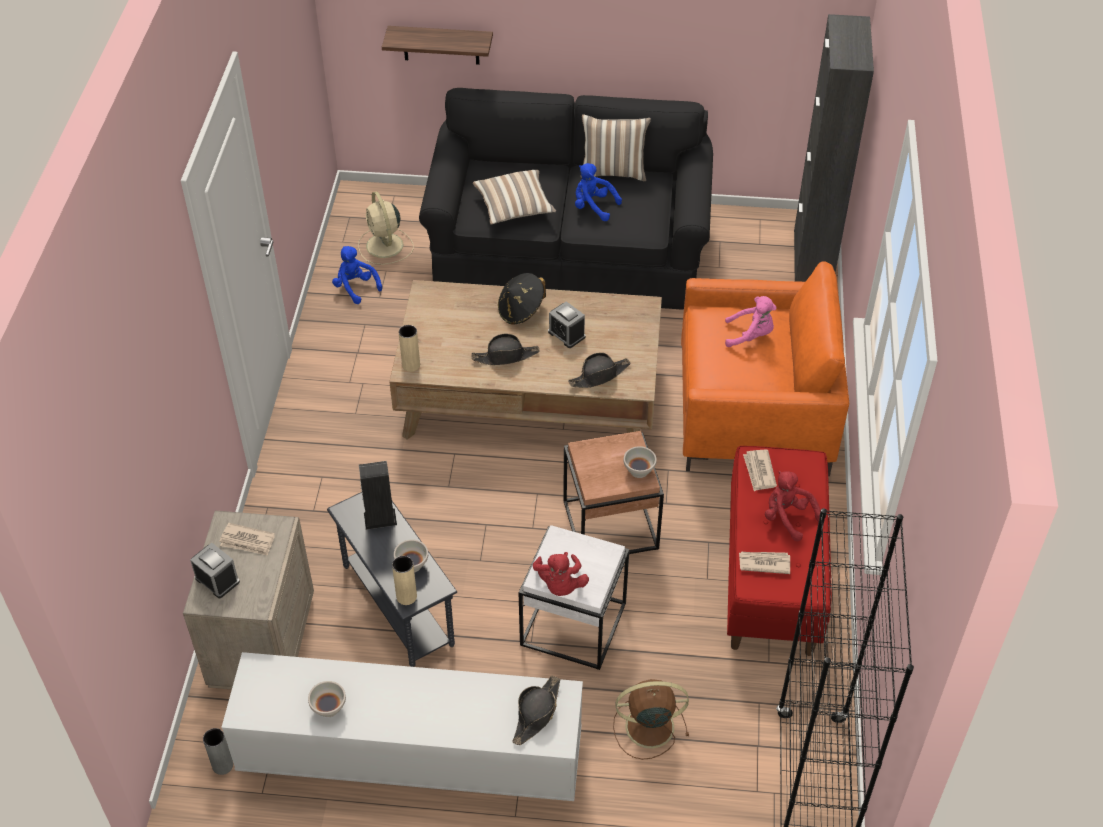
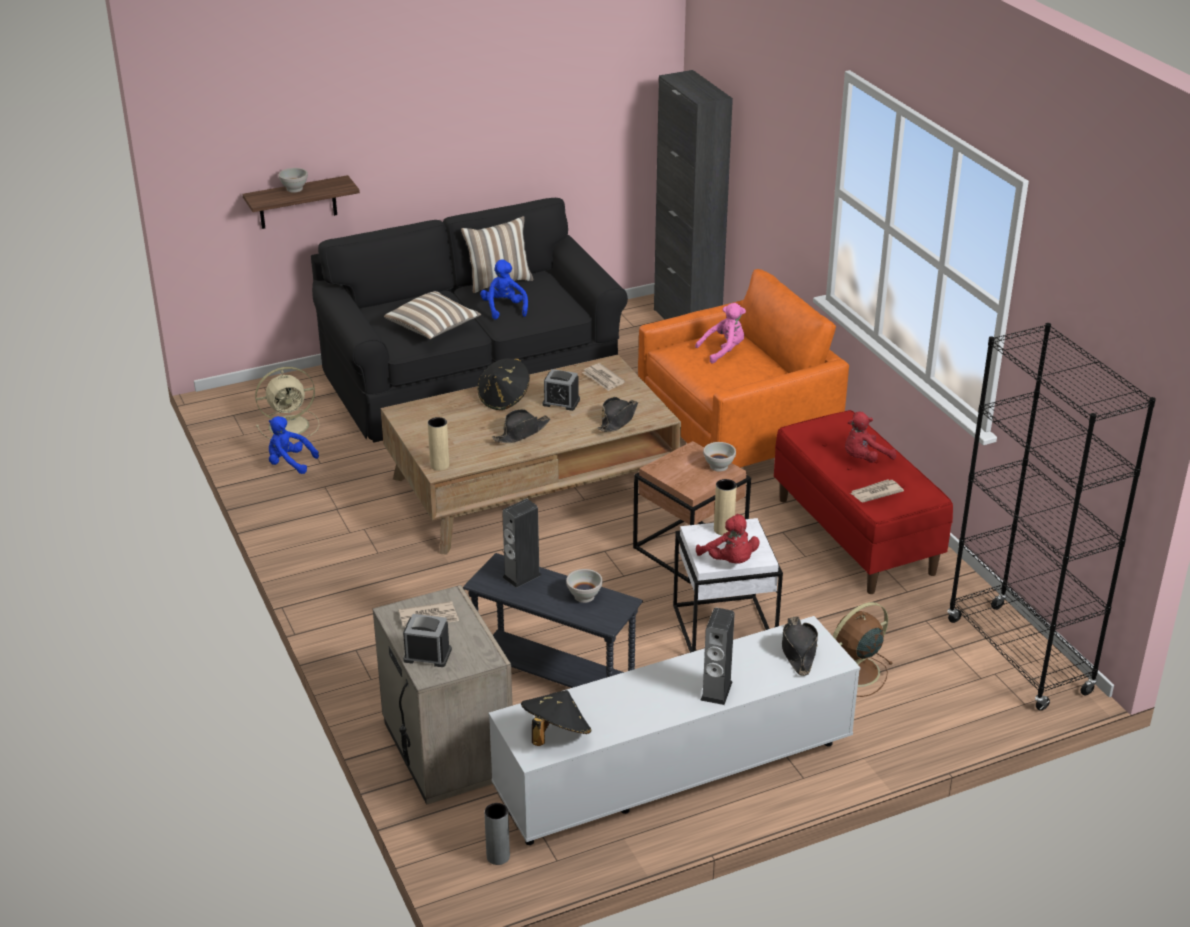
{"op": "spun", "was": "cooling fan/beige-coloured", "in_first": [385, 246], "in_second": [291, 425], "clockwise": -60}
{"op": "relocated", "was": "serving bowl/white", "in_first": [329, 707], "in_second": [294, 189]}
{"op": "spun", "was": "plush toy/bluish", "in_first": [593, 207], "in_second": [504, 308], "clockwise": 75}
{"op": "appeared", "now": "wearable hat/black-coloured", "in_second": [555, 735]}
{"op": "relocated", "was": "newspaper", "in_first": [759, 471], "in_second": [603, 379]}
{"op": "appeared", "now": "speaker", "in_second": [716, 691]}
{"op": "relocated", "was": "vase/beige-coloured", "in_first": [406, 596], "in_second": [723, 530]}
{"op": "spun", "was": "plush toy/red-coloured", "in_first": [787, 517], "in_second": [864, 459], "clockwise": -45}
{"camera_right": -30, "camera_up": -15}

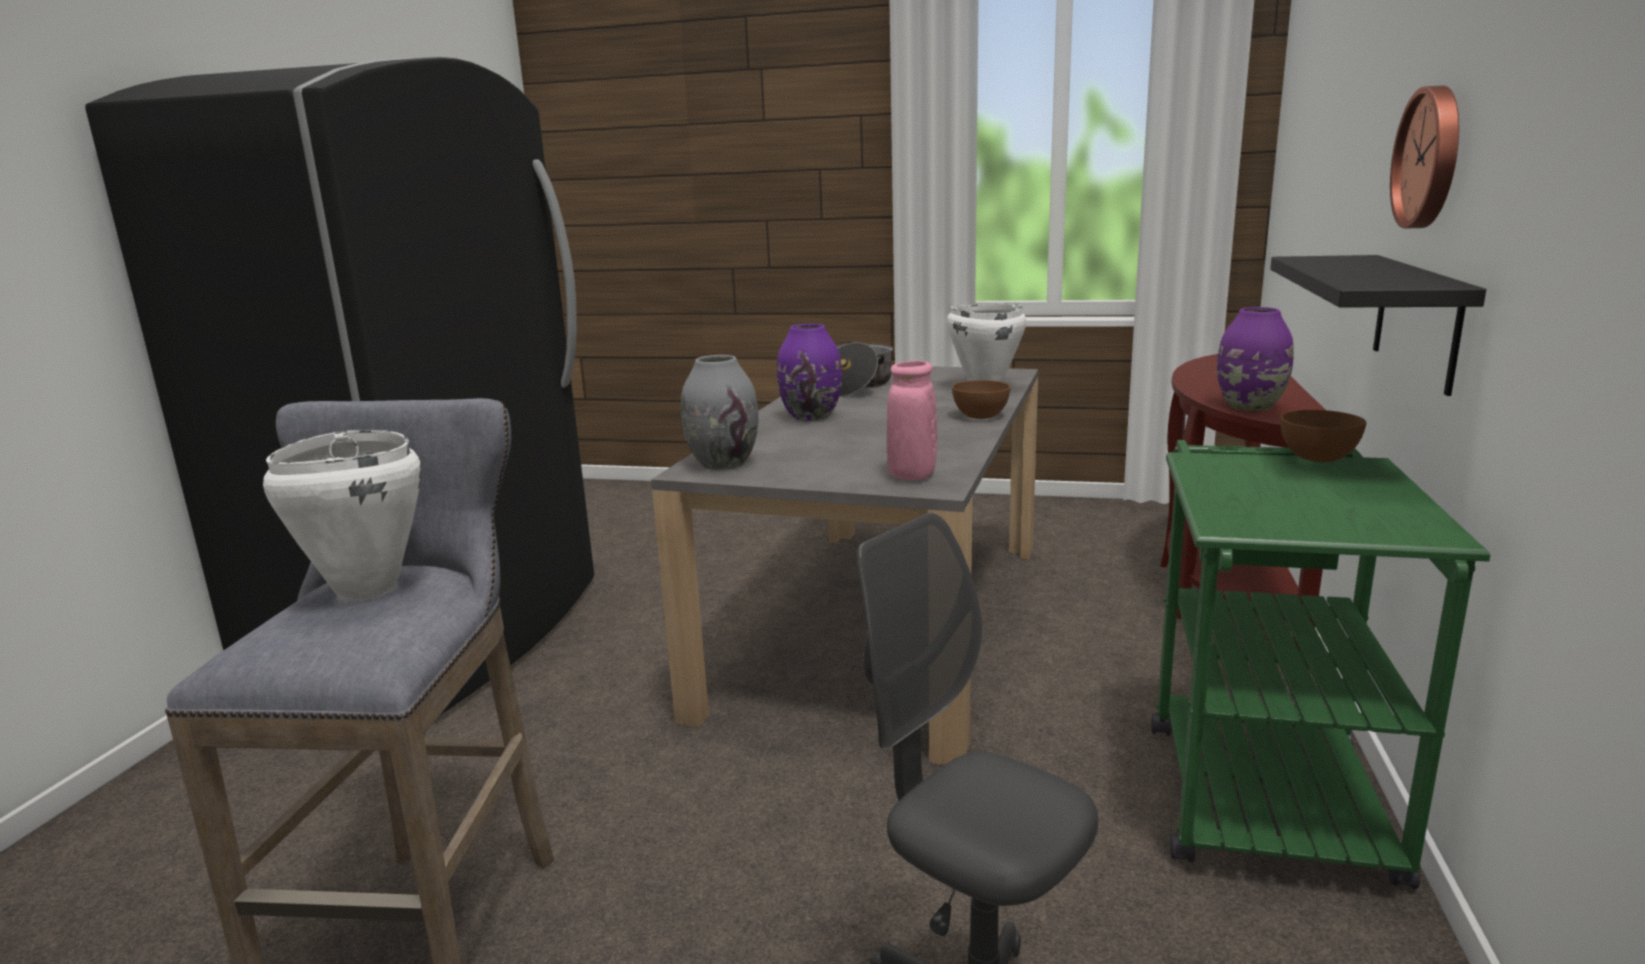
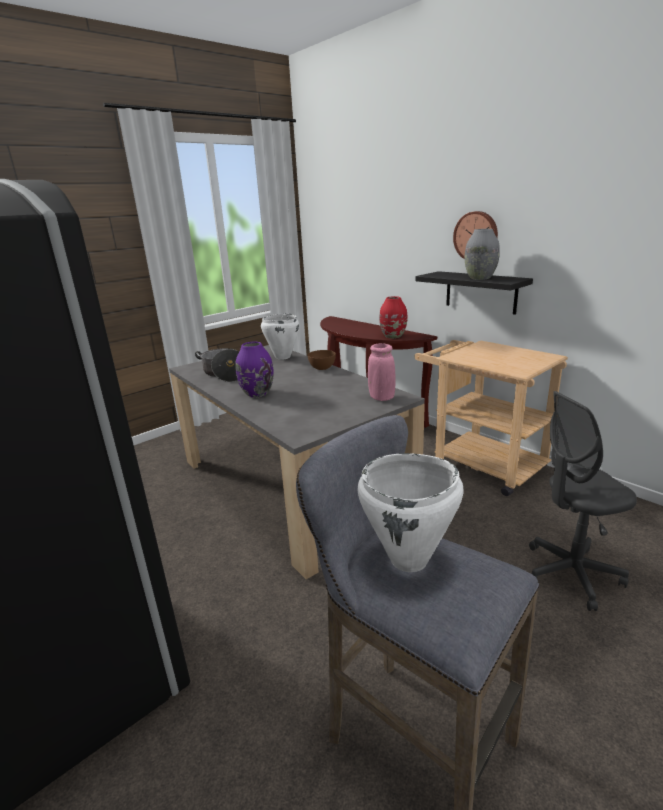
{"op": "colour", "was": "vase/purple-coloured", "now": "vase/red-coloured", "in_first": [1250, 406], "in_second": [393, 336]}
{"op": "colour", "was": "cart/greenish", "now": "cart/beige-coloured", "in_first": [1260, 783], "in_second": [480, 463]}
{"op": "relocated", "was": "vase/greyish", "in_first": [723, 463], "in_second": [479, 278]}
{"op": "missing", "was": "serving bowl/brown", "in_first": [1318, 458]}
{"camera_right": -55, "camera_up": 5}

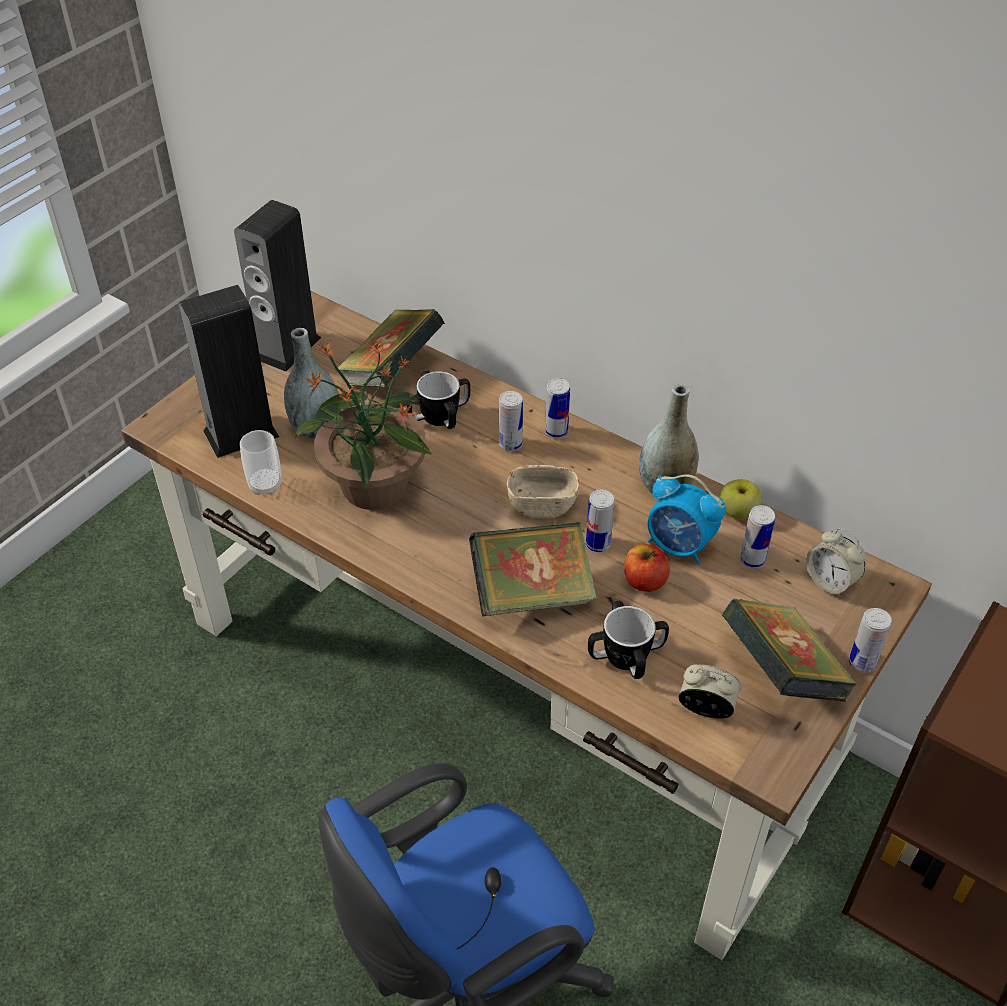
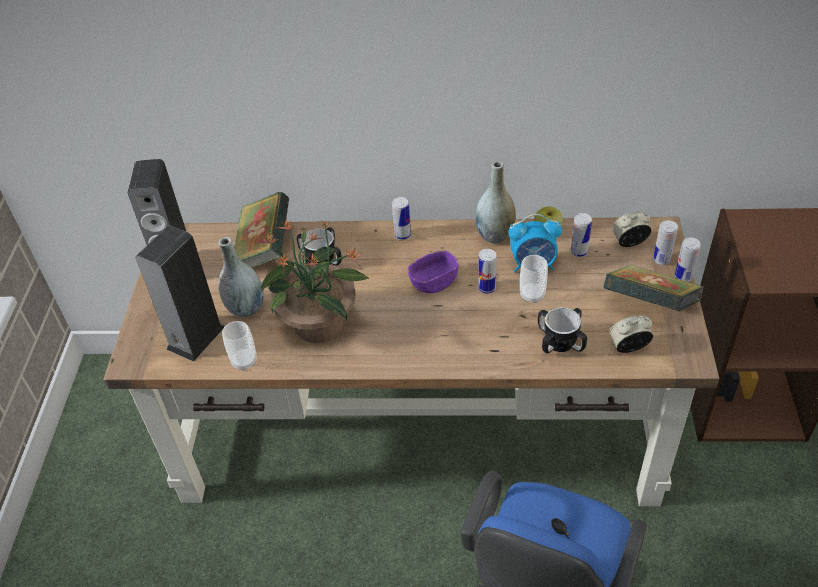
{"op": "colour", "was": "serving bowl/beige-coloured", "now": "serving bowl/purple-coloured", "in_first": [542, 505], "in_second": [434, 282]}
{"op": "exchanged", "was": "apple", "now": "cup", "in_first": [644, 581], "in_second": [532, 295]}
{"op": "spun", "was": "alarm clock", "in_first": [830, 582], "in_second": [629, 242], "clockwise": 150}
{"op": "relocated", "was": "can", "in_first": [510, 444], "in_second": [661, 260]}
{"op": "missing", "was": "bound book", "in_first": [532, 594]}
{"camera_right": -30, "camera_up": 0}

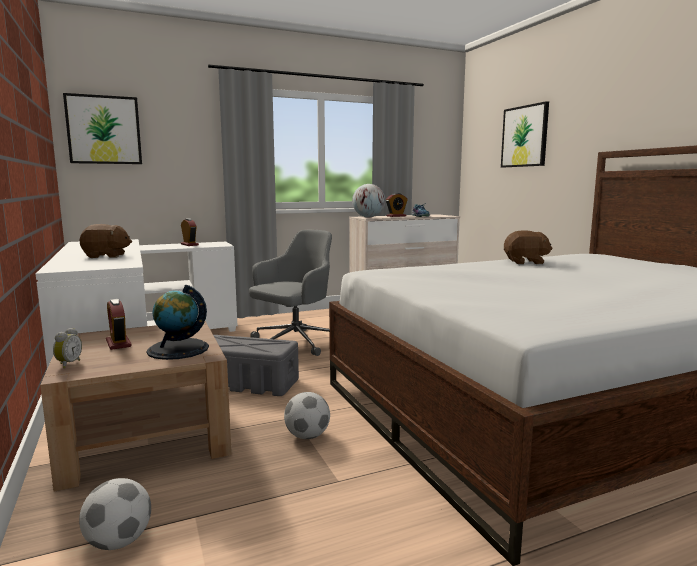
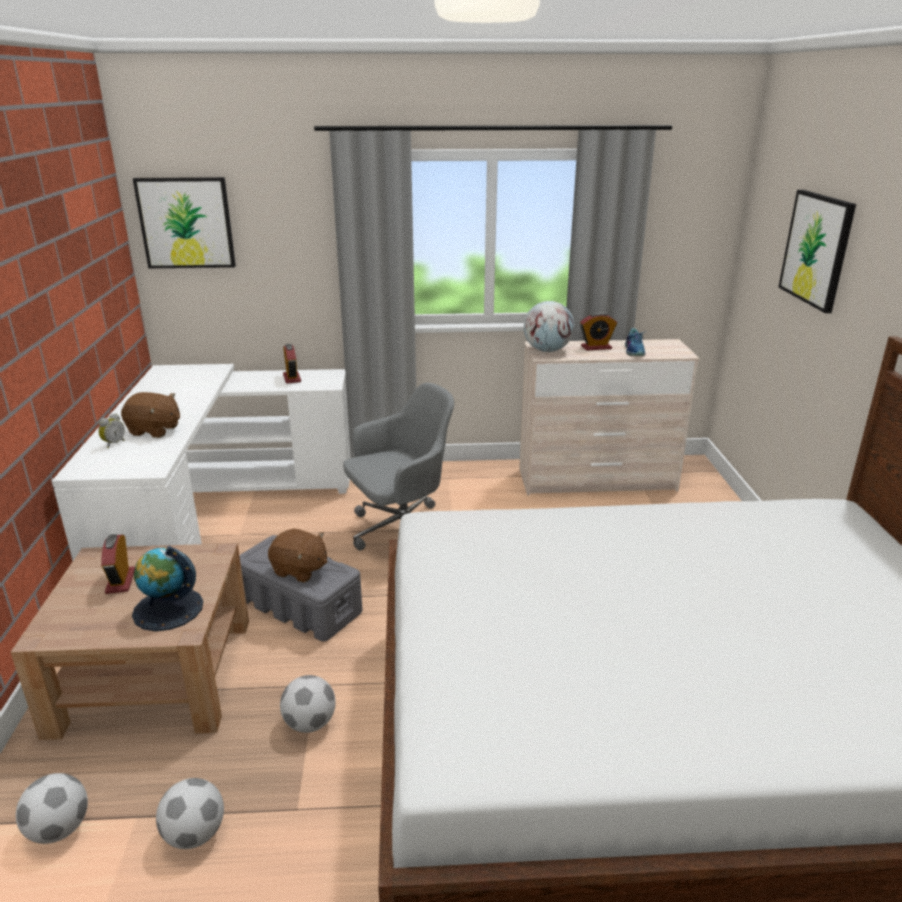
{"op": "relocated", "was": "alarm clock", "in_first": [68, 364], "in_second": [113, 443]}
{"op": "appeared", "now": "ball for football", "in_second": [194, 834]}
{"op": "relocated", "was": "plush toy/brown", "in_first": [525, 262], "in_second": [300, 570]}
{"camera_right": 20, "camera_up": 15}

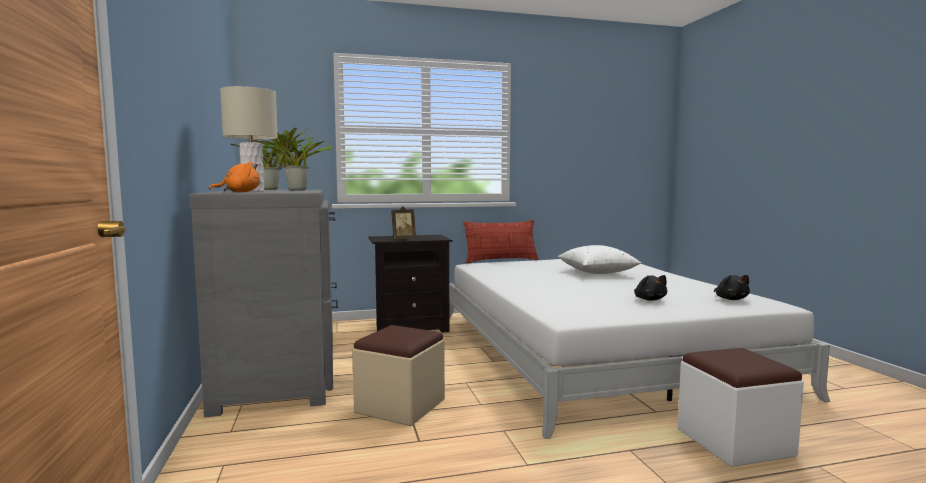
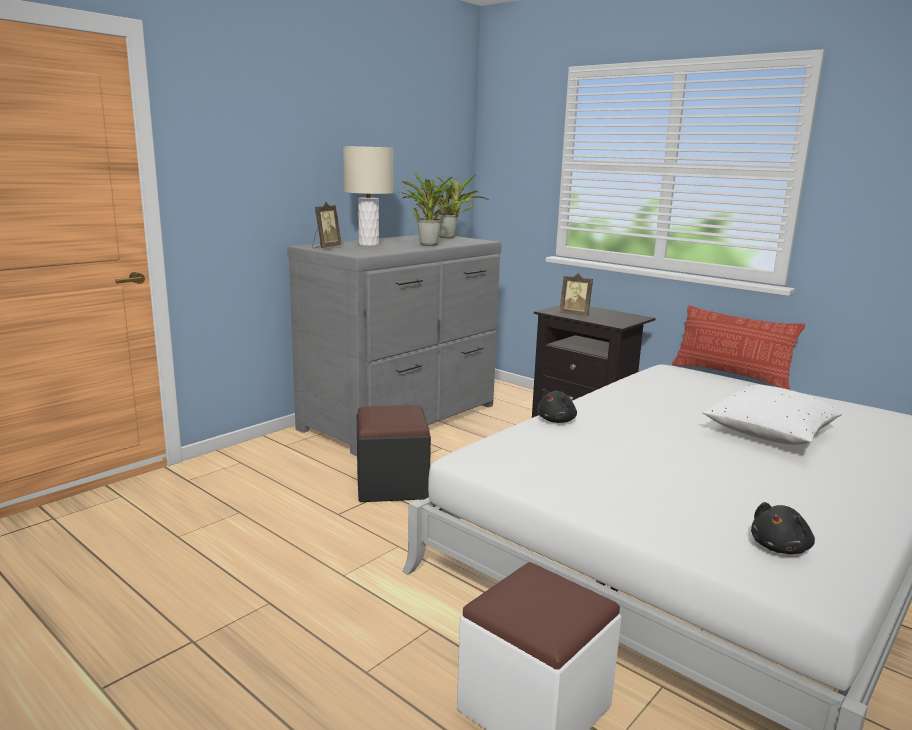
{"op": "exchanged", "was": "plush toy/orangey", "now": "picture frame", "in_first": [239, 192], "in_second": [325, 248]}
{"op": "colour", "was": "footrest/beige-coloured", "now": "footrest/black-coloured", "in_first": [400, 406], "in_second": [392, 485]}
{"op": "relocated", "was": "plush toy/black-coloured", "in_first": [649, 299], "in_second": [557, 420]}
{"camera_right": 55, "camera_up": 10}

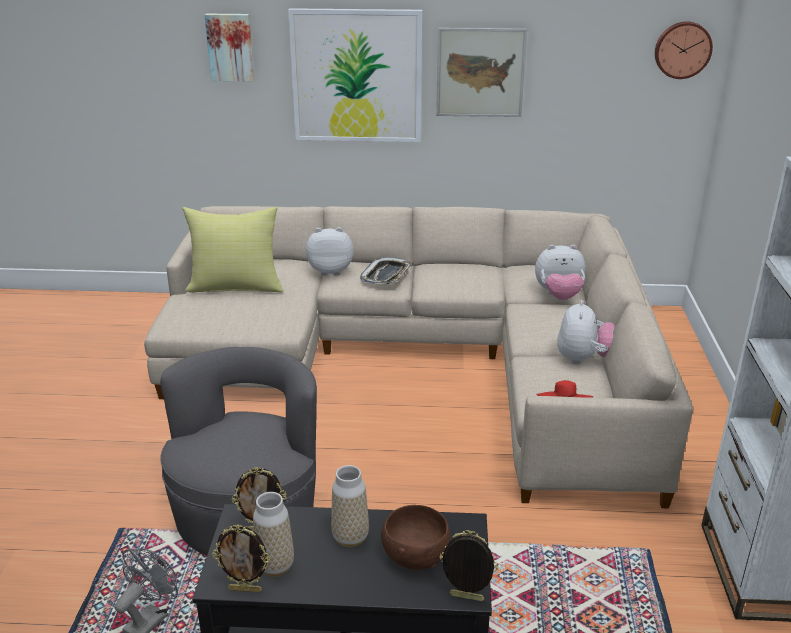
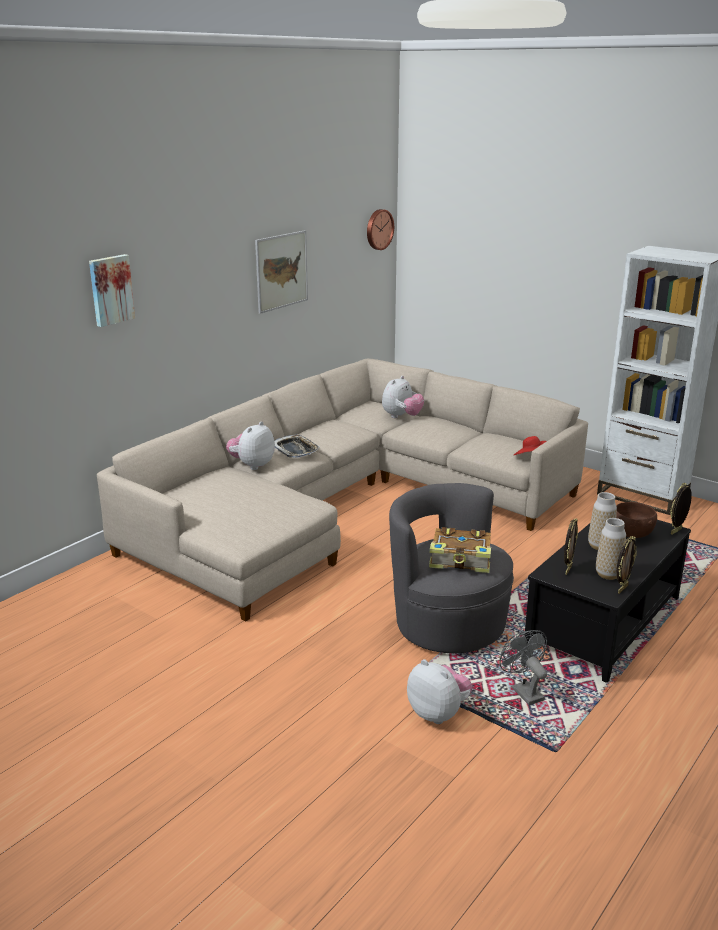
{"op": "relocated", "was": "plush toy", "in_first": [584, 359], "in_second": [438, 713]}
{"op": "appeared", "now": "bound book", "in_second": [461, 559]}
{"op": "missing", "was": "cushion/yellow-coloured", "in_first": [236, 286]}
{"op": "missing", "was": "picture", "in_first": [357, 76]}
{"camera_right": -55, "camera_up": -5}

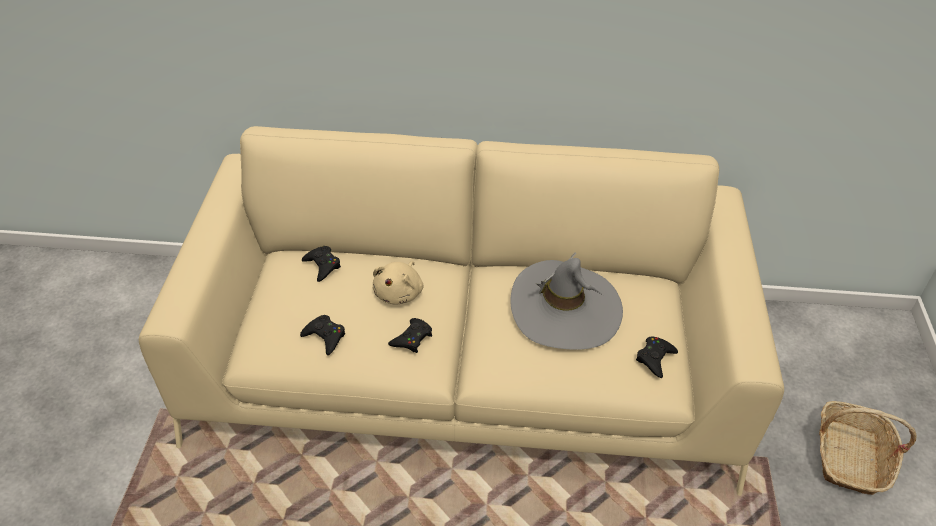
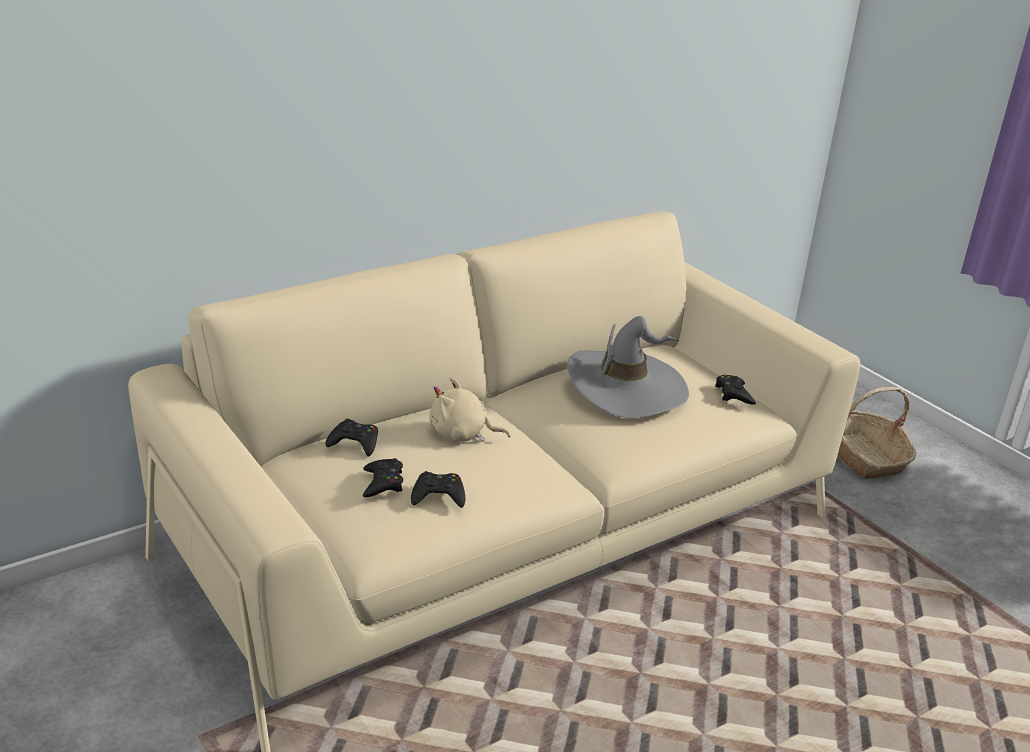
{"op": "relocated", "was": "joypad/black-coloured", "in_first": [412, 338], "in_second": [382, 483]}
{"op": "spun", "was": "plush toy/beige-coloured", "in_first": [399, 293], "in_second": [462, 434], "clockwise": 120}
{"camera_right": -40, "camera_up": -15}

